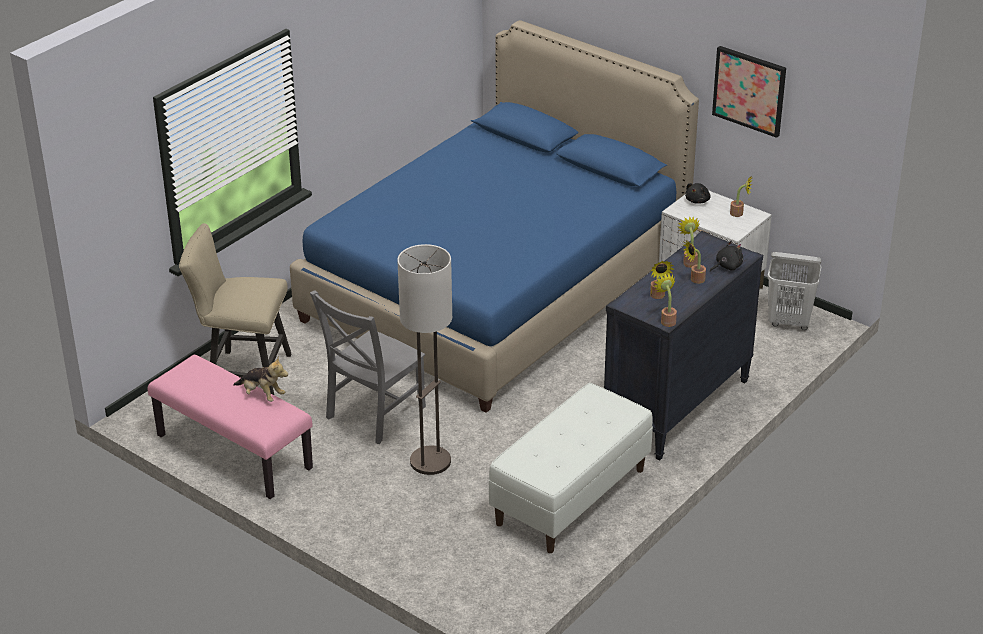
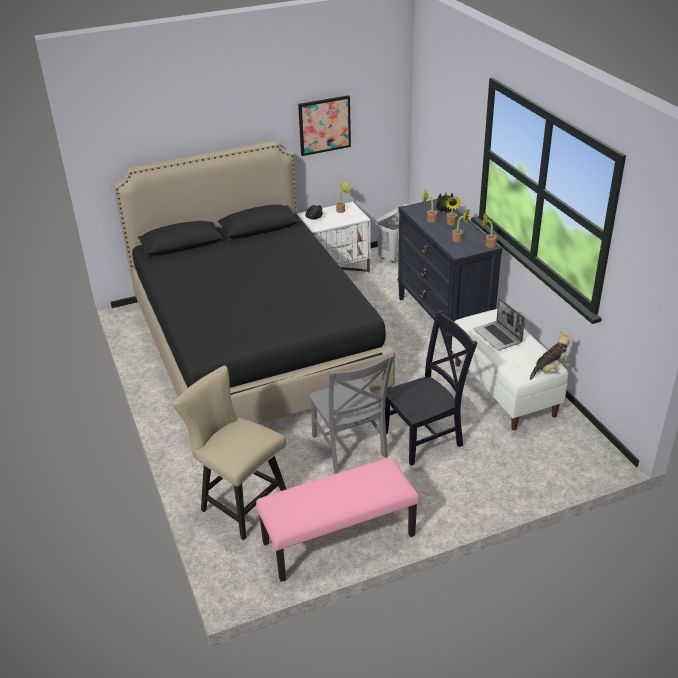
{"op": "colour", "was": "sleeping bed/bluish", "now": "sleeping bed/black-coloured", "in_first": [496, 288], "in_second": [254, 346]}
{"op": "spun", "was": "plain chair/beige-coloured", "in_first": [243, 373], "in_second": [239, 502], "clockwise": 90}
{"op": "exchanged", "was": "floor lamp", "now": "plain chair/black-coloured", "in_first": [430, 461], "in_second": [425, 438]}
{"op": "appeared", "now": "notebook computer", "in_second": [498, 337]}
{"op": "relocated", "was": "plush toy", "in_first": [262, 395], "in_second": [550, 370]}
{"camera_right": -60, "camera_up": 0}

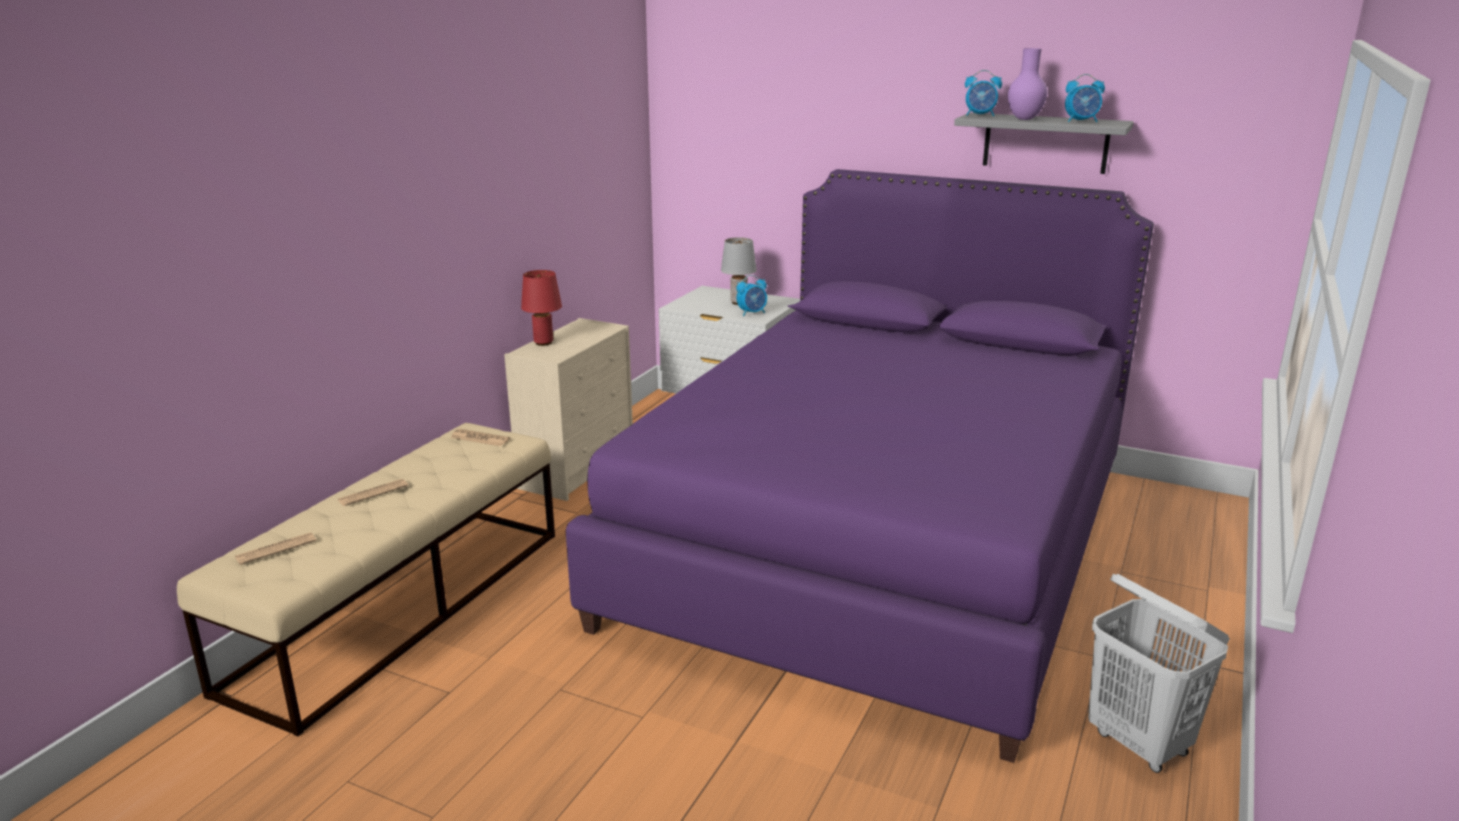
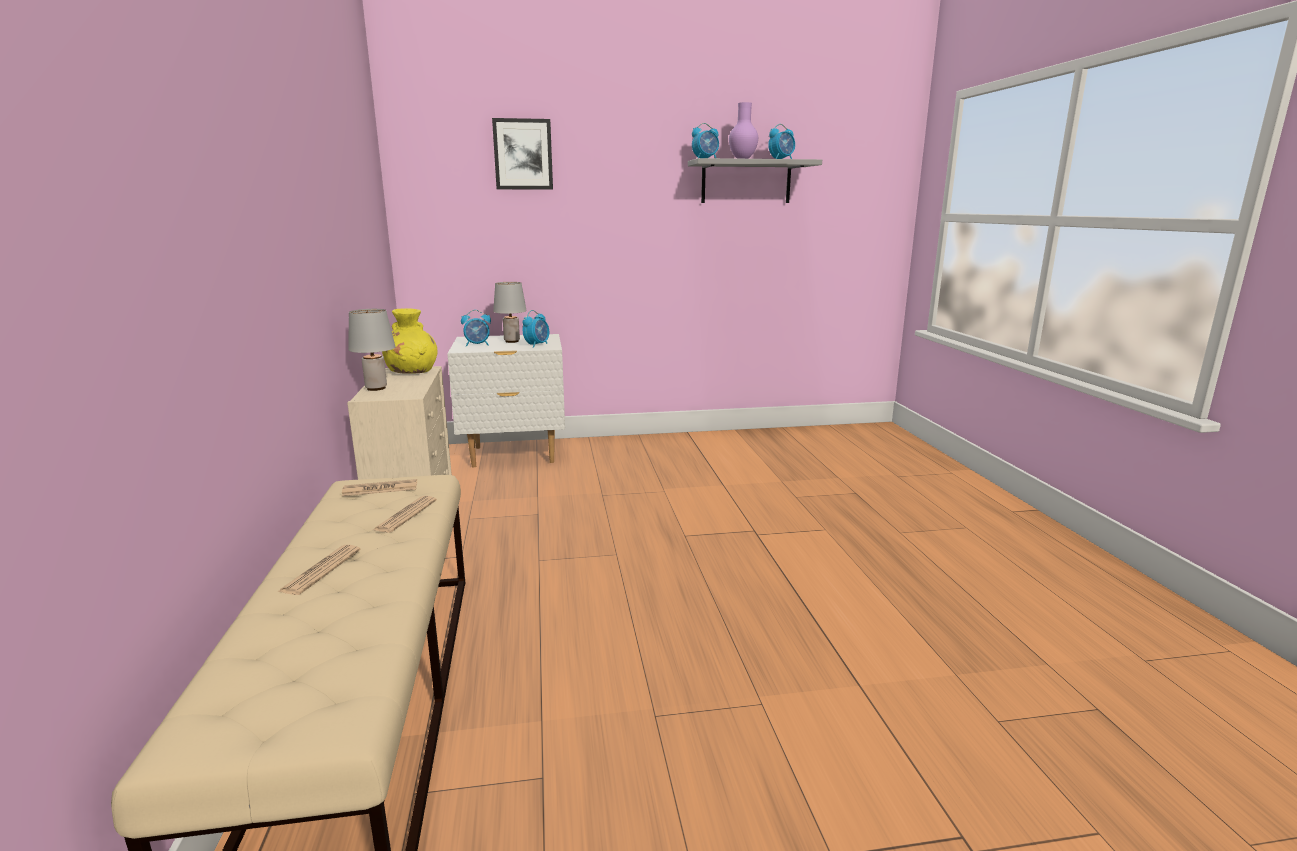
{"op": "colour", "was": "tabletop lamp/red-coloured", "now": "tabletop lamp/greyish", "in_first": [544, 342], "in_second": [376, 388]}
{"op": "relocated", "was": "newspaper", "in_first": [276, 549], "in_second": [405, 515]}
{"op": "appeared", "now": "vase/yellow-coloured", "in_second": [412, 371]}
{"op": "appeared", "now": "alarm clock", "in_second": [477, 345]}
{"op": "appeared", "now": "picture", "in_second": [523, 154]}
{"op": "missing", "was": "sleeping bed/purple-coloured", "in_first": [880, 543]}
{"op": "missing", "was": "washing basket/white", "in_first": [1139, 743]}
{"camera_right": -35, "camera_up": -5}

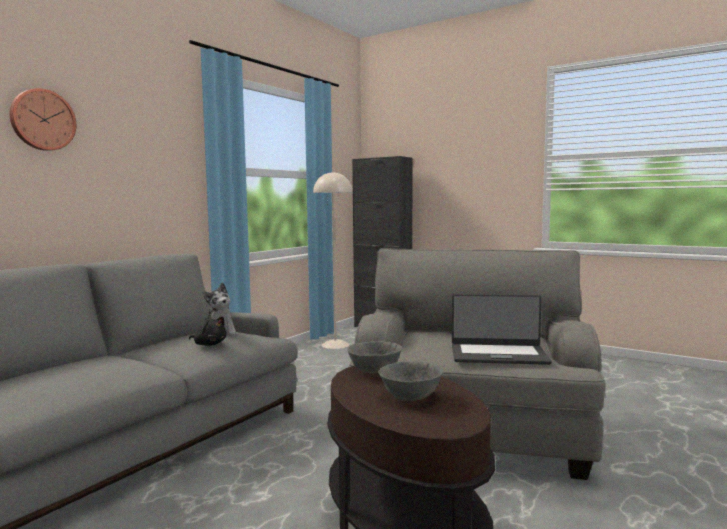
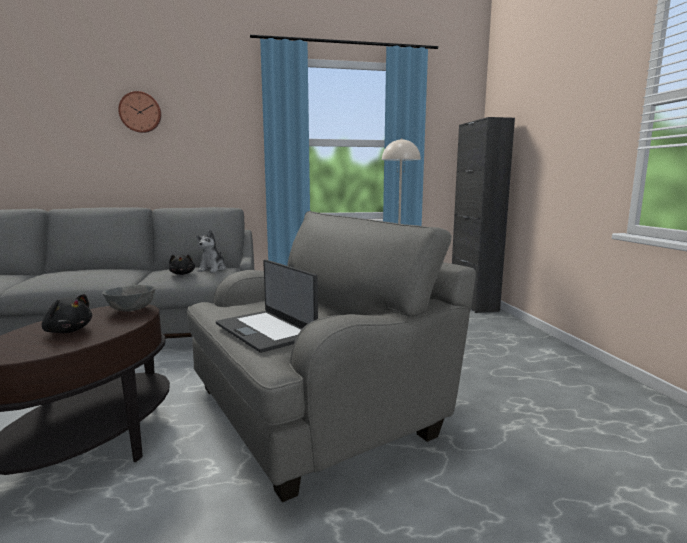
{"op": "exchanged", "was": "serving bowl/greyish", "now": "plush toy/black-coloured", "in_first": [410, 397], "in_second": [68, 331]}
{"camera_right": 45, "camera_up": 5}

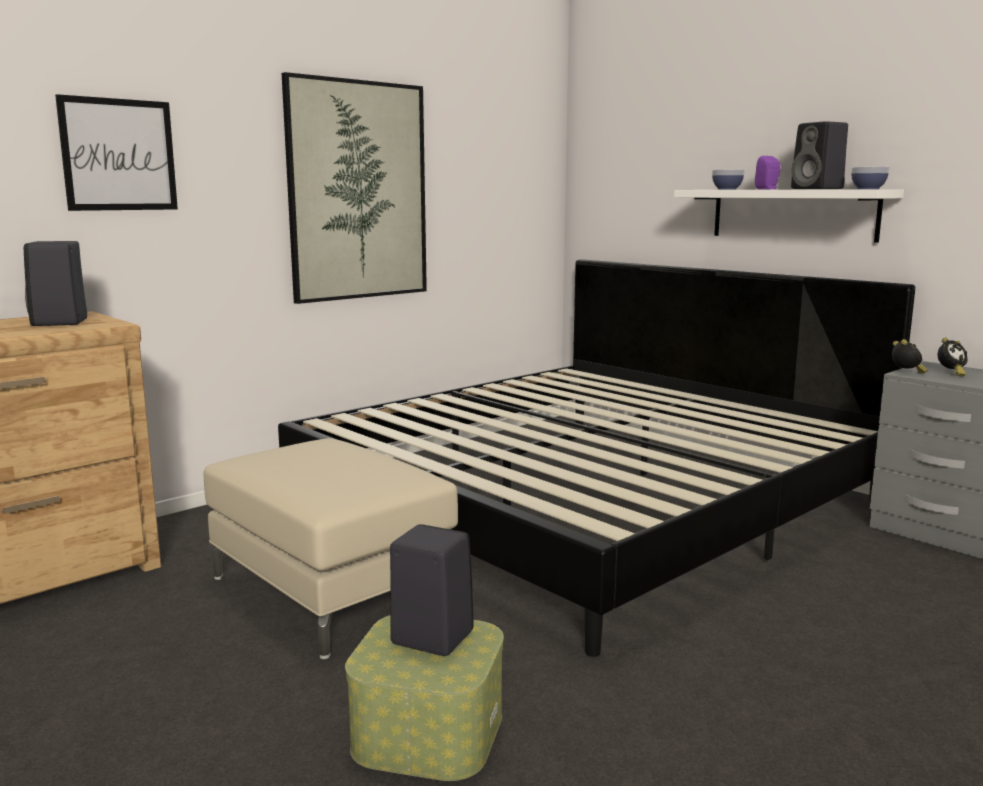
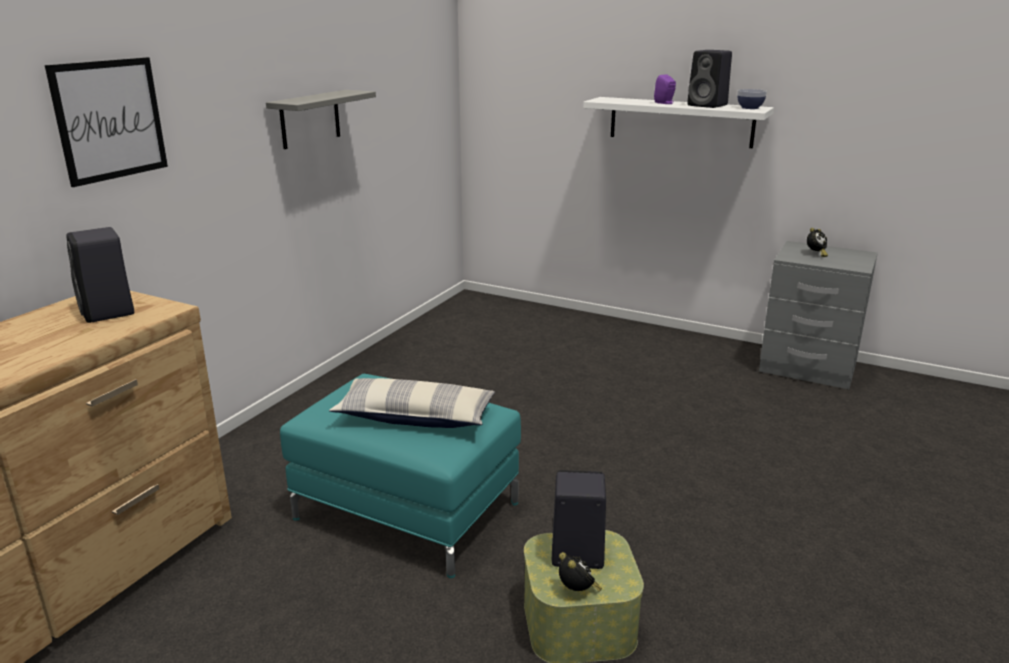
{"op": "exchanged", "was": "picture", "now": "wall shelf/greyish", "in_first": [358, 191], "in_second": [310, 119]}
{"op": "colour", "was": "footrest/beige-coloured", "now": "footrest/turquoise", "in_first": [333, 590], "in_second": [408, 510]}
{"op": "appeared", "now": "cushion", "in_second": [415, 416]}
{"op": "relocated", "was": "alarm clock", "in_first": [906, 373], "in_second": [578, 592]}
{"op": "missing", "was": "sleeping bed", "in_first": [585, 500]}
{"op": "missing", "was": "serving bowl", "in_first": [727, 189]}
{"camera_right": -20, "camera_up": 10}

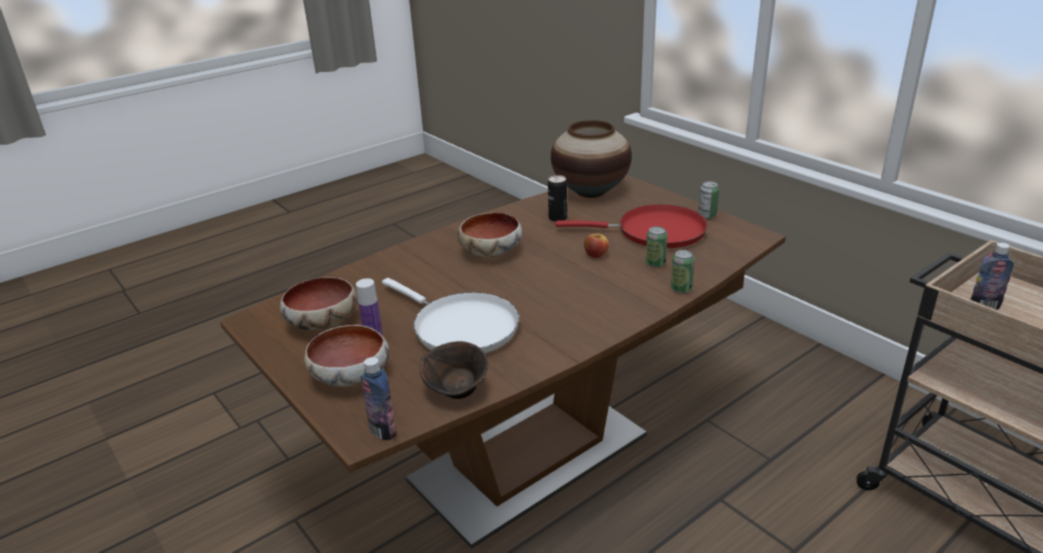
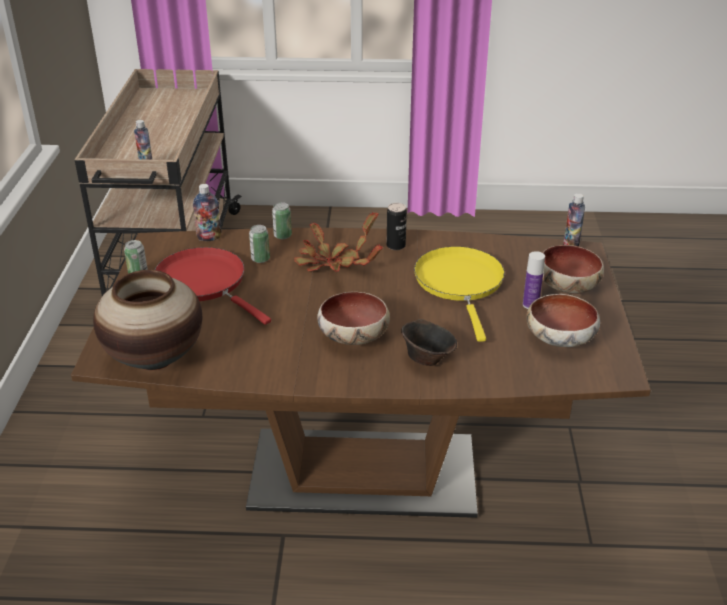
{"op": "appeared", "now": "beverage bottle", "in_second": [209, 237]}
{"op": "appeared", "now": "potted plant", "in_second": [333, 263]}
{"op": "relocated", "was": "can", "in_first": [557, 218], "in_second": [396, 245]}
{"op": "relocated", "was": "serving bowl/brown", "in_first": [457, 391], "in_second": [427, 358]}
{"op": "colour", "was": "pan/white", "now": "pan/yellow-coloured", "in_first": [460, 327], "in_second": [460, 283]}
{"op": "missing", "was": "apple", "in_first": [596, 255]}
{"camera_right": -140, "camera_up": 5}

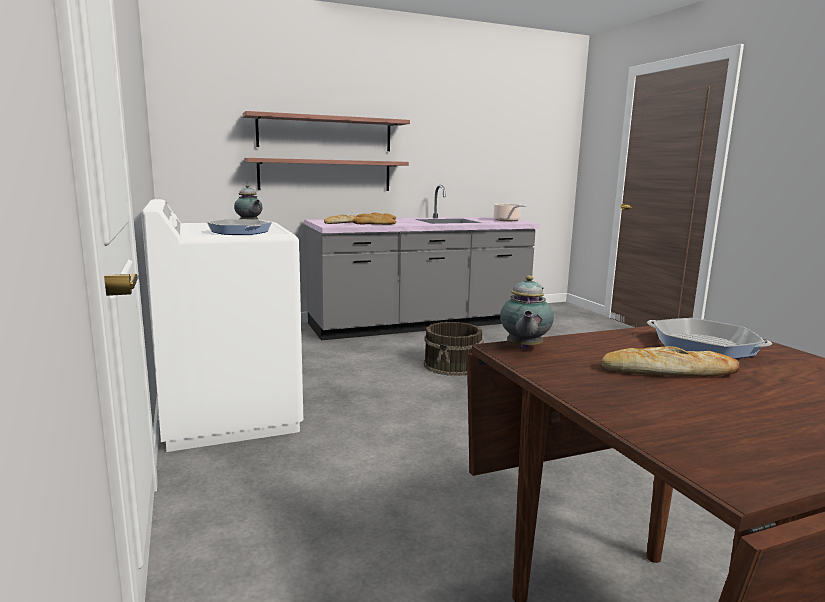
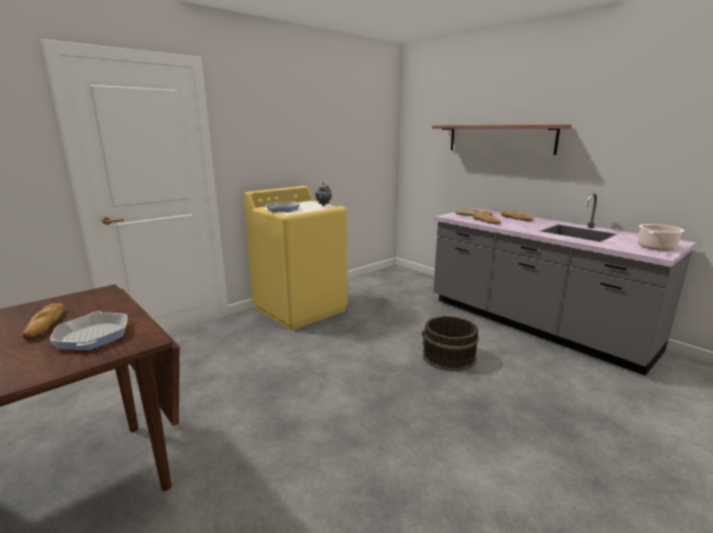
{"op": "spun", "was": "pan", "in_first": [703, 346], "in_second": [93, 336], "clockwise": -45}
{"op": "colour", "was": "washing machine/white", "now": "washing machine/yellow-coloured", "in_first": [230, 415], "in_second": [301, 309]}
{"op": "missing", "was": "wall shelf", "in_first": [325, 175]}
{"op": "missing", "was": "pot for tea", "in_first": [523, 348]}
{"camera_right": 70, "camera_up": 5}

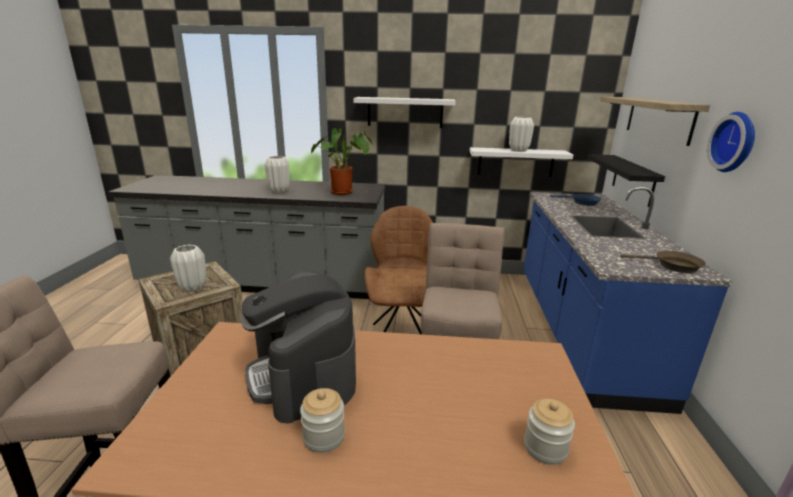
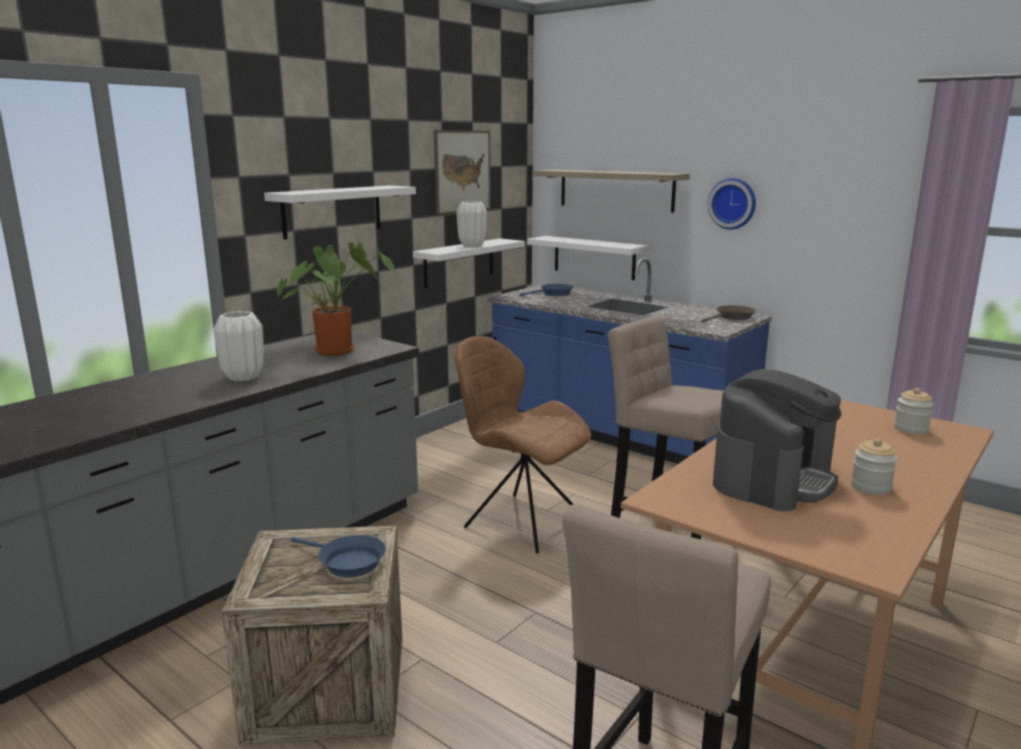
{"op": "exchanged", "was": "vase/white", "now": "pan/bluish", "in_first": [192, 288], "in_second": [347, 562]}
{"op": "appeared", "now": "picture", "in_second": [462, 171]}
{"op": "colour", "was": "wall shelf/black-coloured", "now": "wall shelf/white", "in_first": [633, 180], "in_second": [594, 257]}
{"op": "spun", "was": "coffee maker", "in_first": [303, 374], "in_second": [773, 479], "clockwise": -60}
{"camera_right": -55, "camera_up": -5}

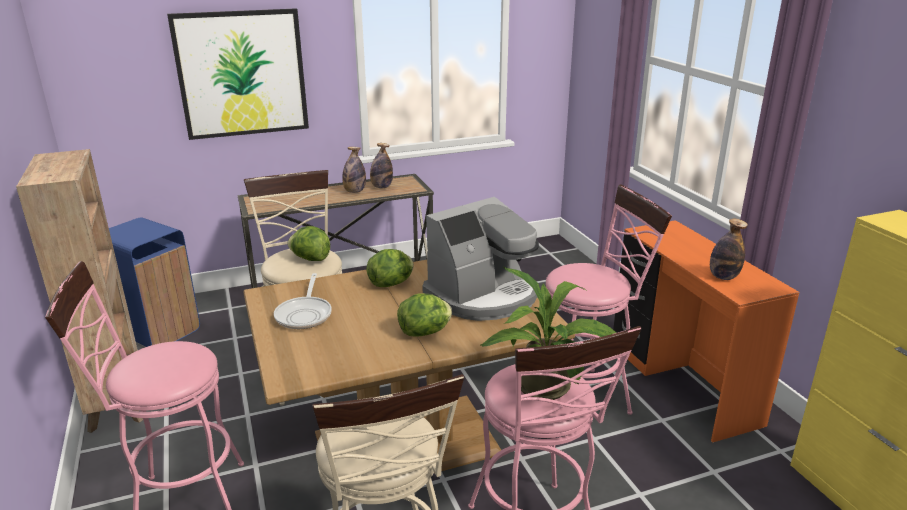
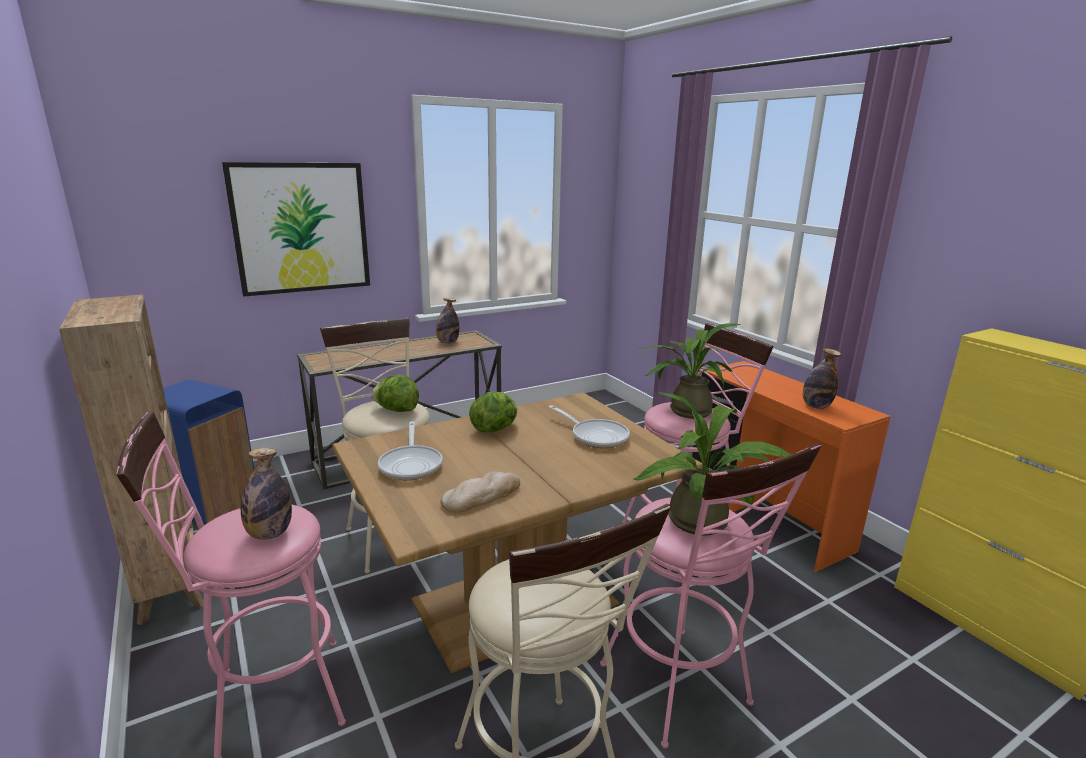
{"op": "relocated", "was": "beverage bottle", "in_first": [354, 191], "in_second": [269, 534]}
{"op": "appeared", "now": "bread", "in_second": [481, 495]}
{"op": "exchanged", "was": "coffee maker", "now": "pan", "in_first": [483, 296], "in_second": [596, 436]}
{"op": "appeared", "now": "potted plant", "in_second": [685, 410]}
{"op": "missing", "was": "lettuce head", "in_first": [425, 332]}
{"camera_right": -10, "camera_up": -5}

